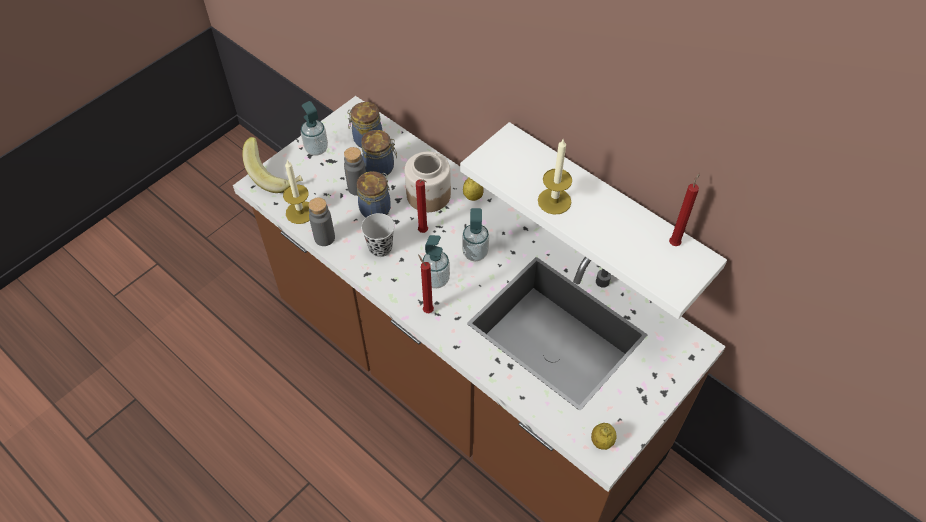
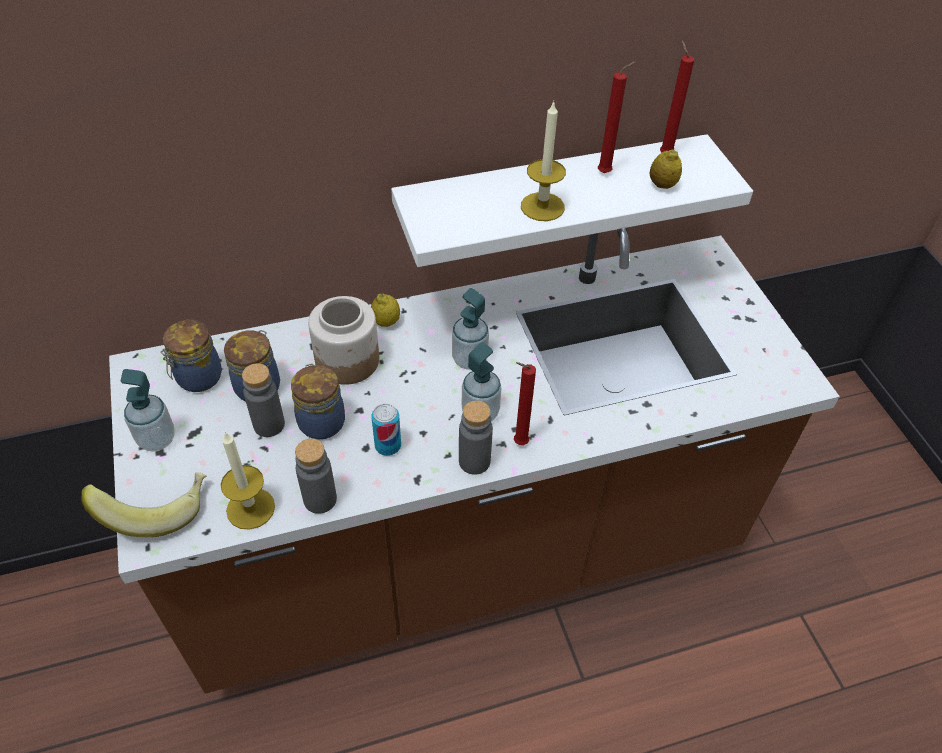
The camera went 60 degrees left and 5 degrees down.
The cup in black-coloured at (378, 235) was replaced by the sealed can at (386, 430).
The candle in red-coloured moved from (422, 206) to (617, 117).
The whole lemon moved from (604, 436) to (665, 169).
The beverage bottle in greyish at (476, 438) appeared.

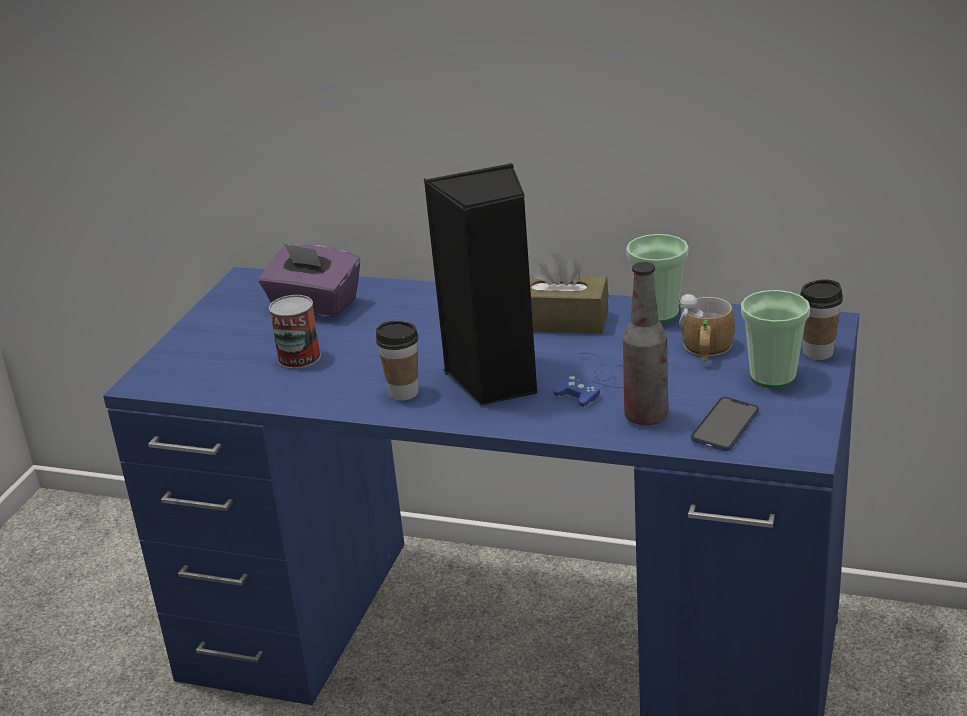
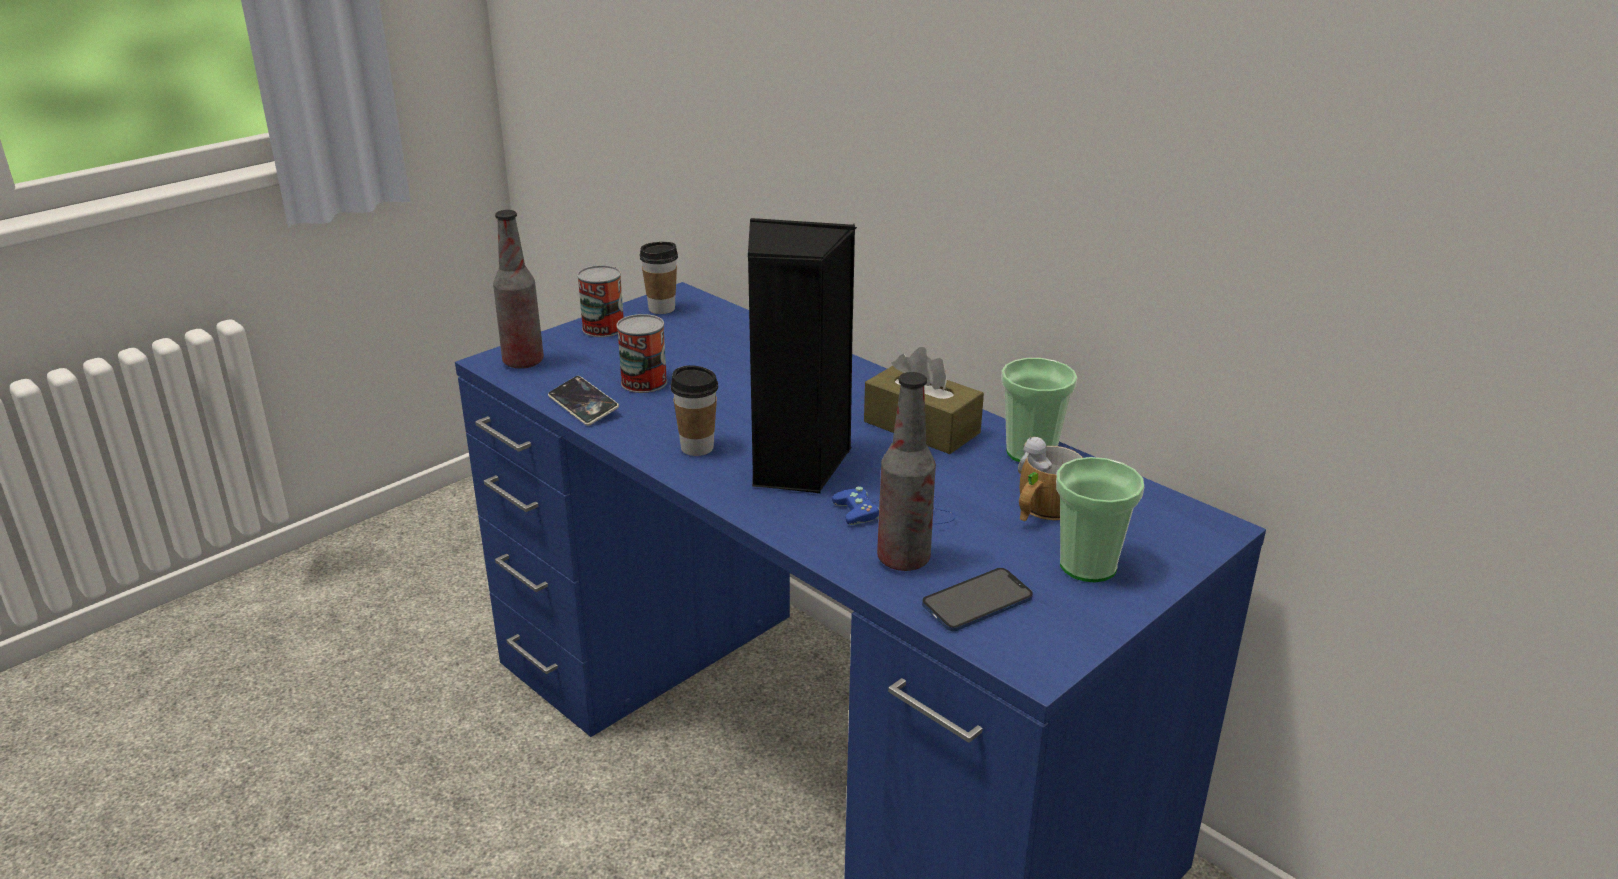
The camera went 25 degrees right and 0 degrees up.
The box of tissues in purple at (309, 280) disappeared.
The cup moved from (821, 319) to (659, 278).
The beverage bottle at (518, 289) appeared.
The phone at (583, 401) appeared.
The sealed can at (600, 301) appeared.

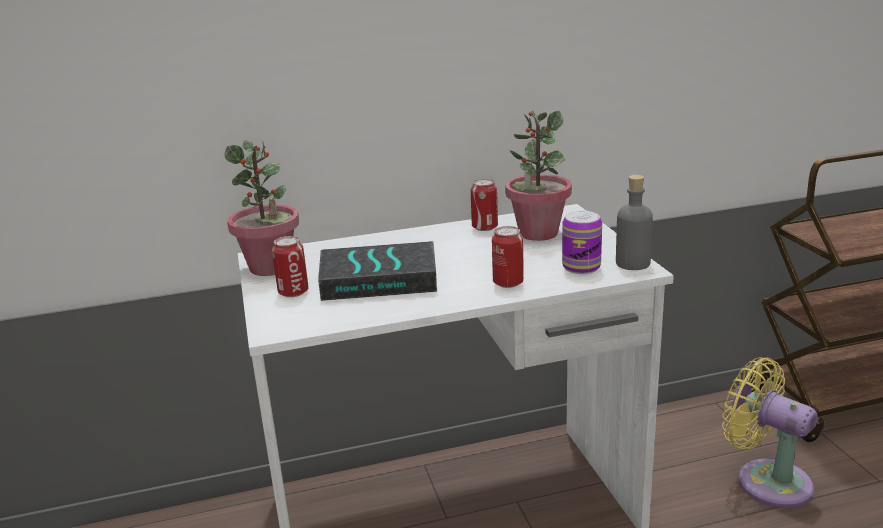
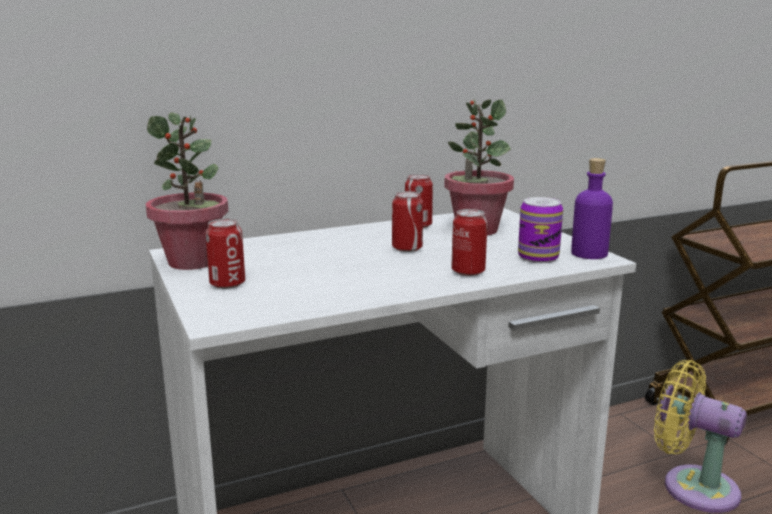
The camera went 10 degrees left and 5 degrees down.
The bound book at (377, 271) disappeared.
The beverage bottle in greyish at (634, 222) became the beverage bottle in purple at (592, 208).
The sealed can at (407, 221) appeared.

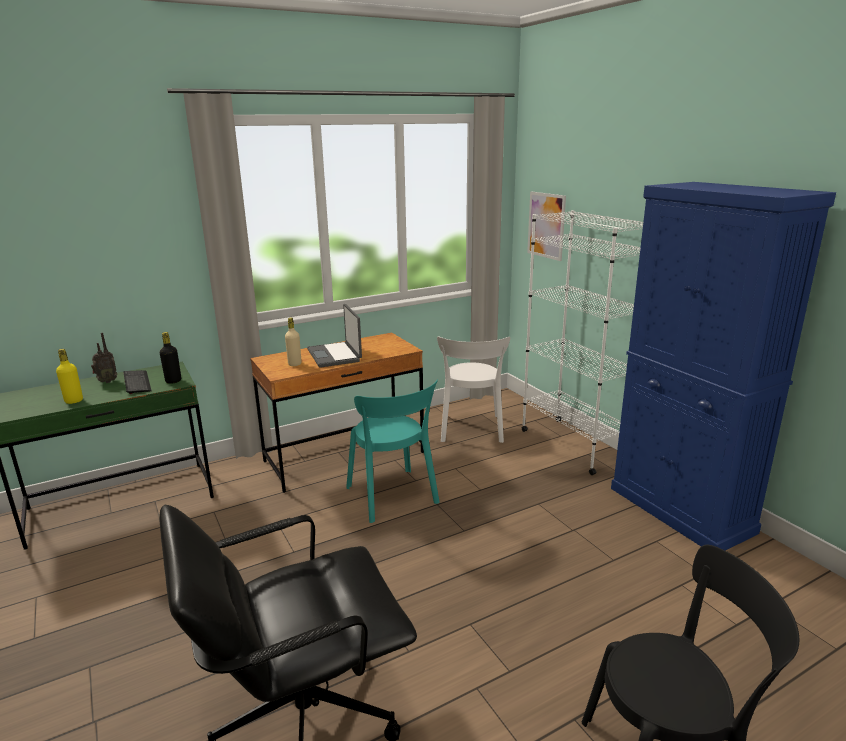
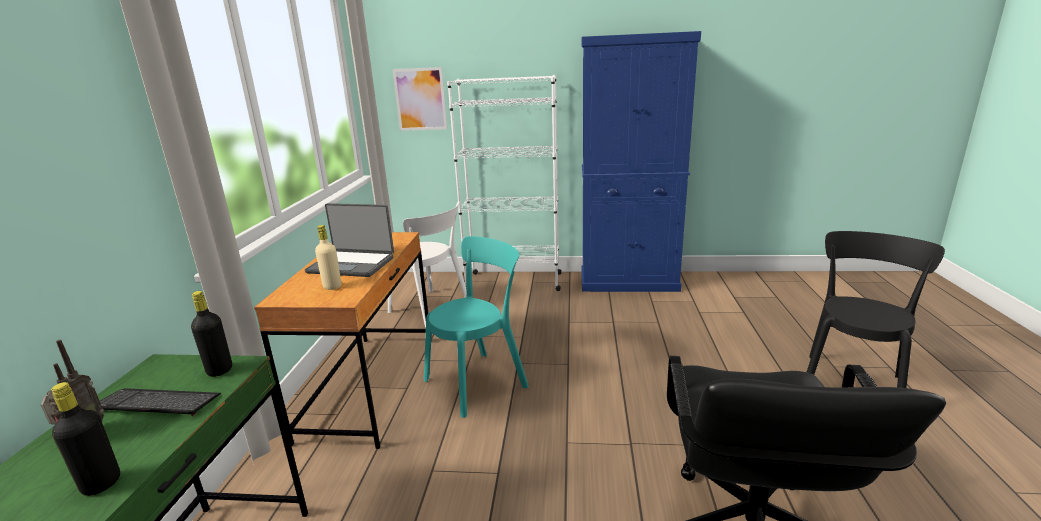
The camera went 55 degrees left and 0 degrees up.
The beverage bottle in yellow-coloured at (69, 376) became the beverage bottle in black-coloured at (85, 439).
The upright chair in turquoise at (393, 451) turned 45 degrees counterclockwise.

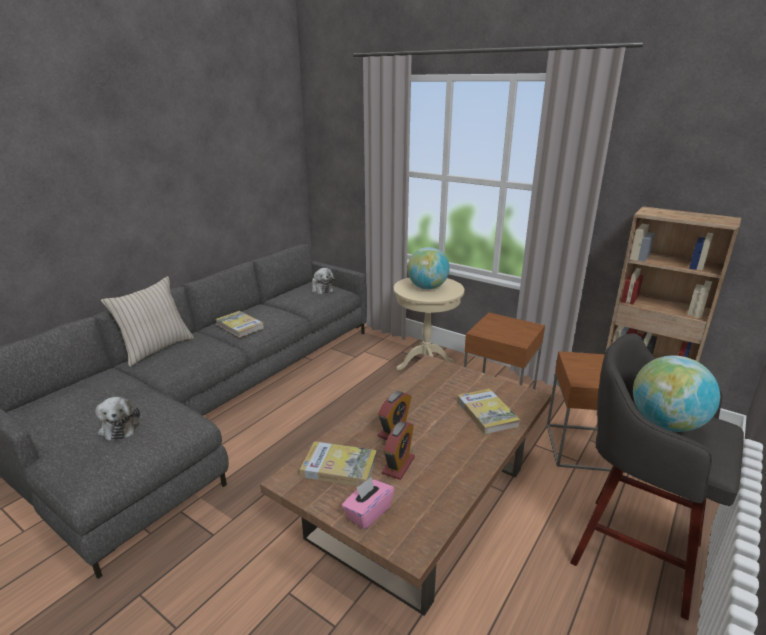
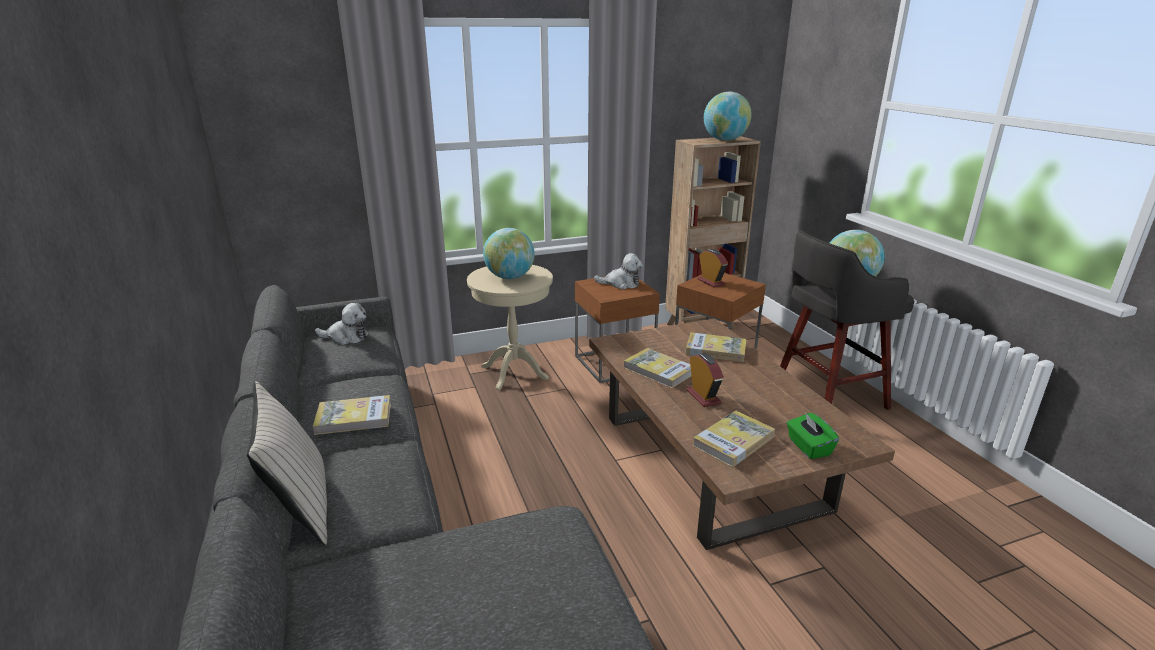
The camera went 55 degrees left and 0 degrees up.
The soft toy moved from (117, 419) to (618, 271).
The box of tissues in pink-coloured at (368, 503) became the box of tissues in green at (813, 436).
The bedside clock moved from (398, 450) to (712, 268).
The bound book at (657, 368) appeared.
The desk globe at (728, 116) appeared.

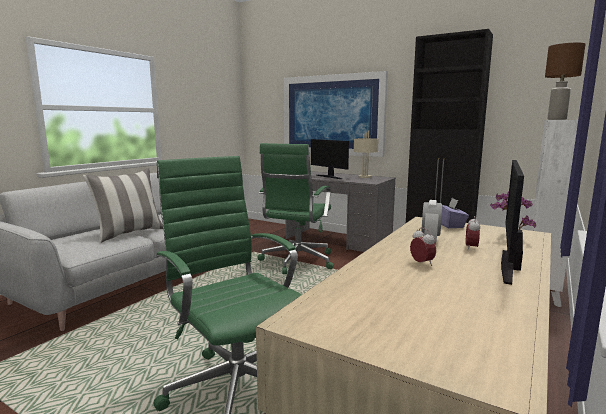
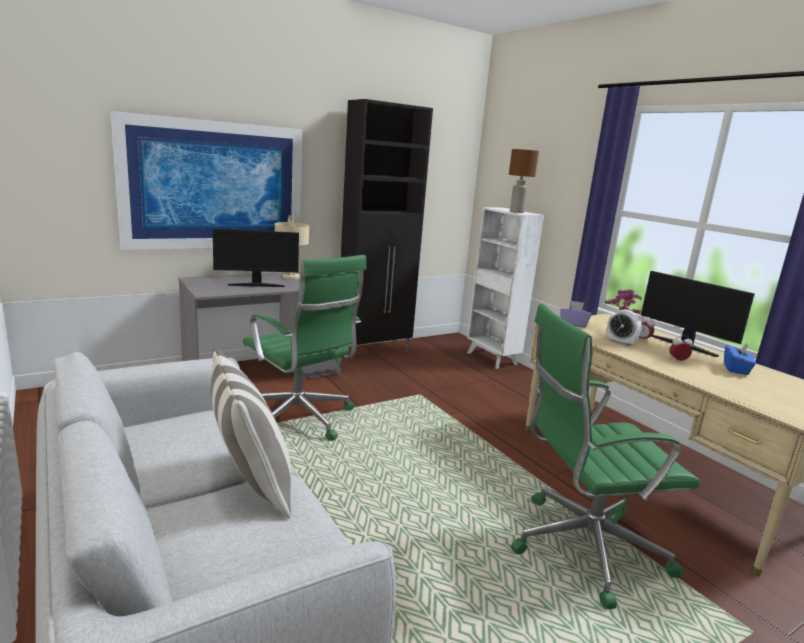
The camera went 65 degrees left and 5 degrees up.
The box of tissues in blue at (740, 359) appeared.

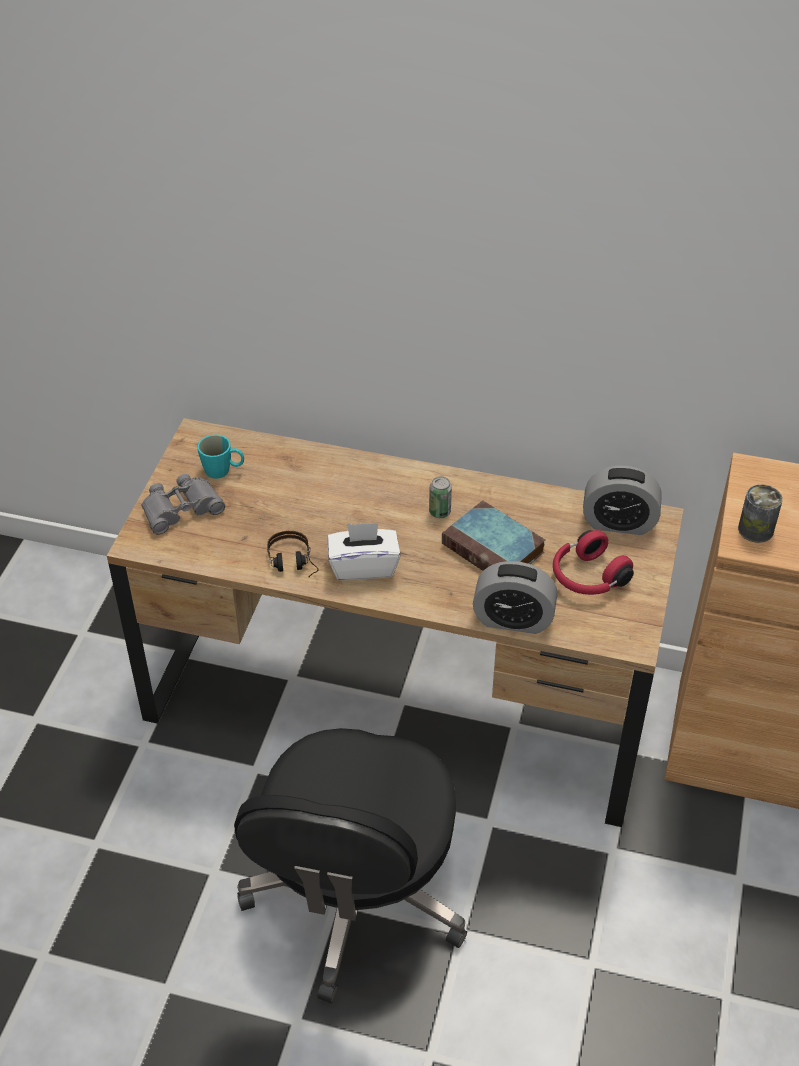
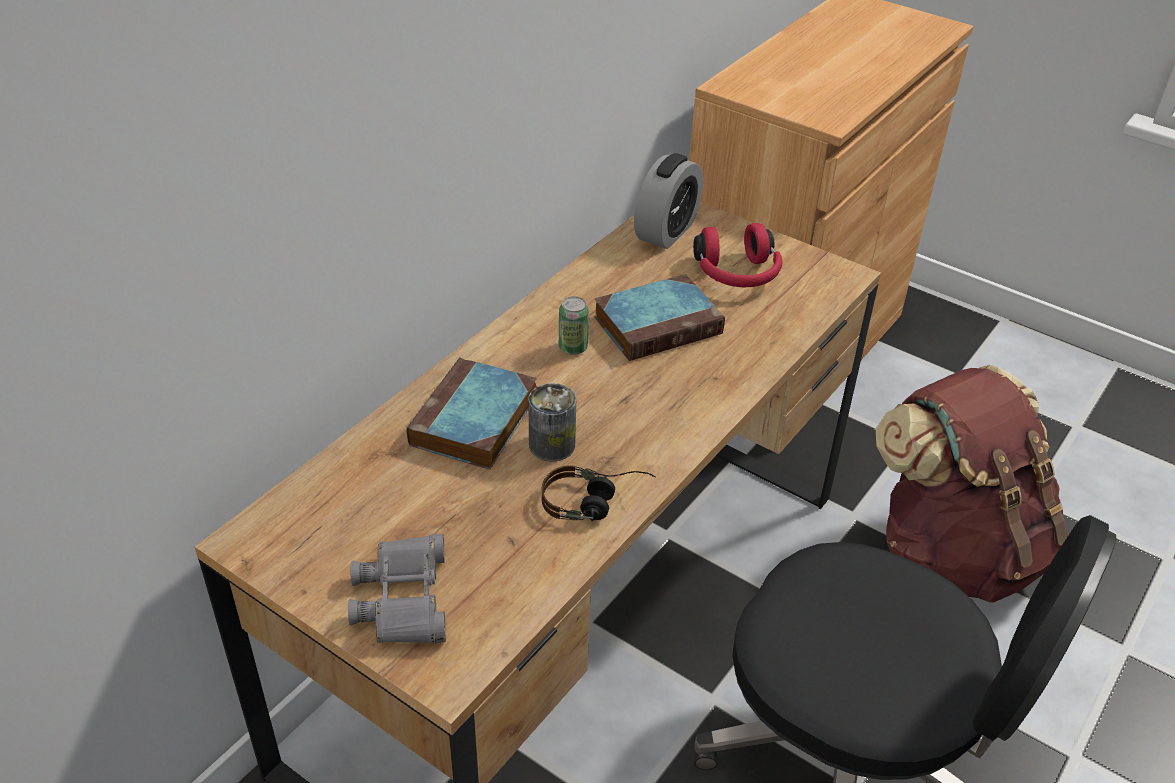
The camera went 70 degrees left and 5 degrees down.
The coffee mug in turquoise at (220, 457) disappeared.
The box of tissues in whitish at (364, 551) disappeared.
The bedside clock at (515, 597) disappeared.
The sealed can moved from (760, 513) to (552, 422).
The bound book at (472, 413) appeared.
The backpack in brown-coloured at (972, 483) appeared.

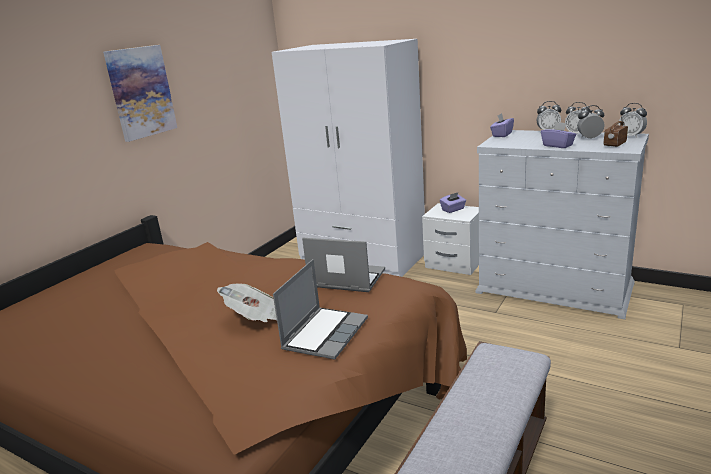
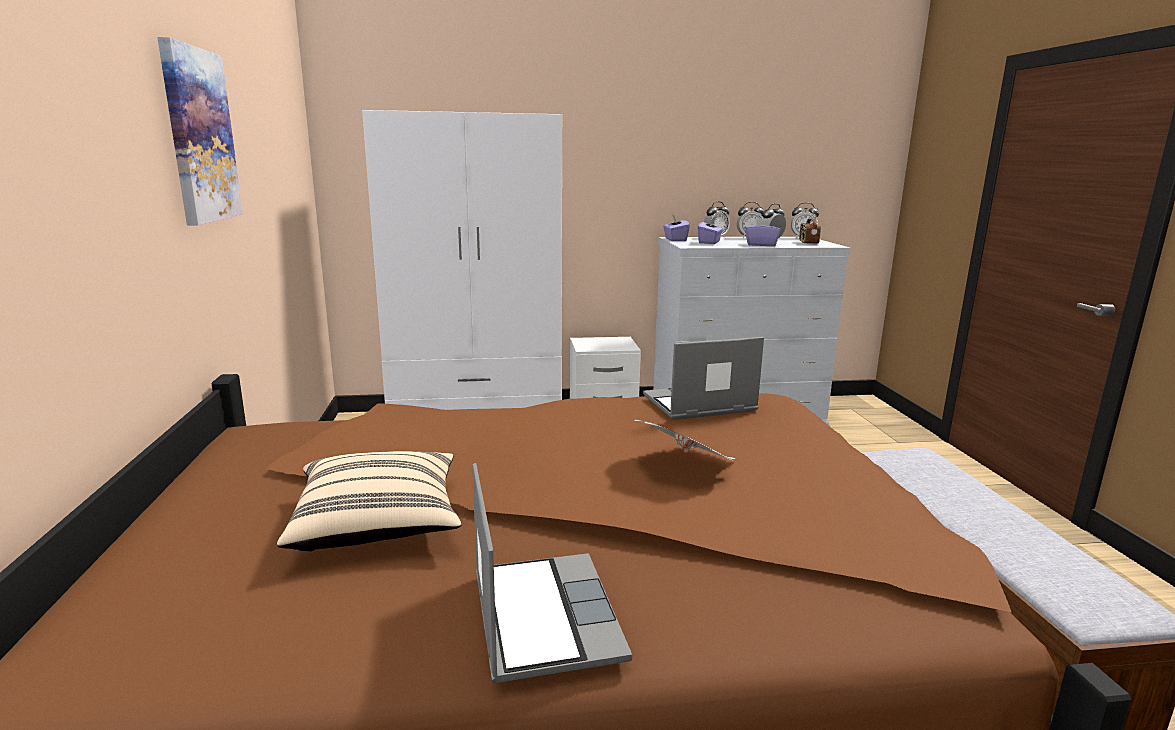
The camera went 40 degrees left and 5 degrees down.
The notebook computer moved from (320, 309) to (552, 573).
The box of tissues in purple moved from (453, 202) to (710, 230).
The pillow in beige-coloured at (369, 501) appeared.

